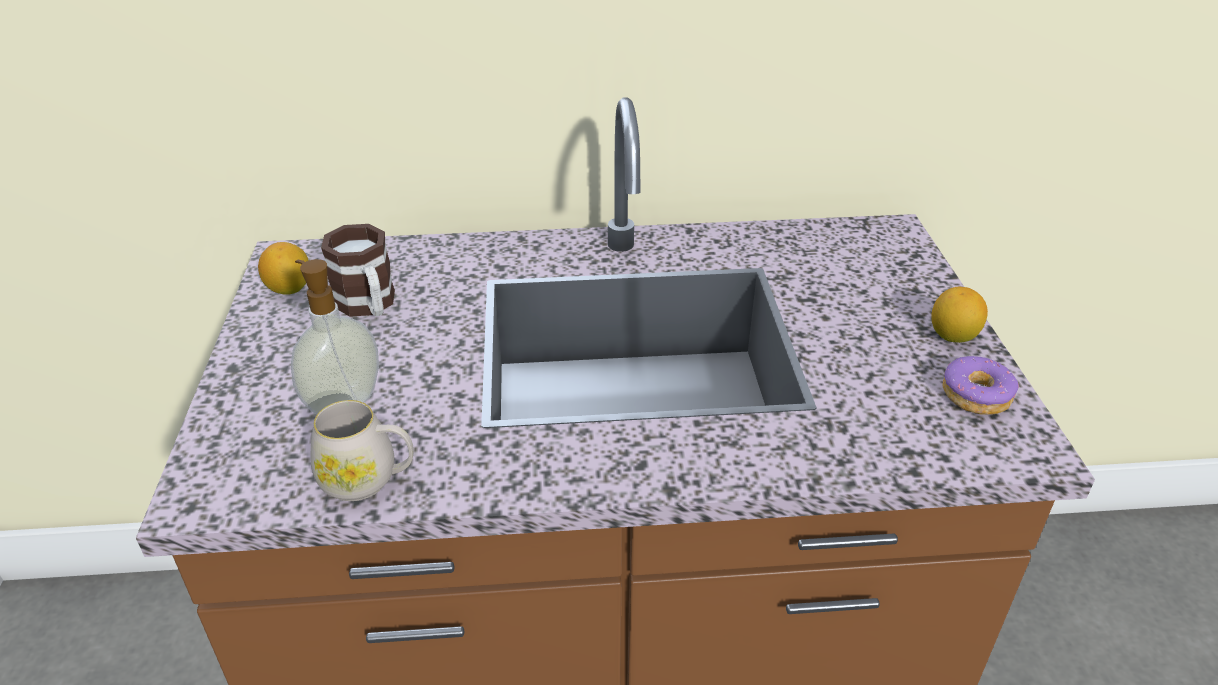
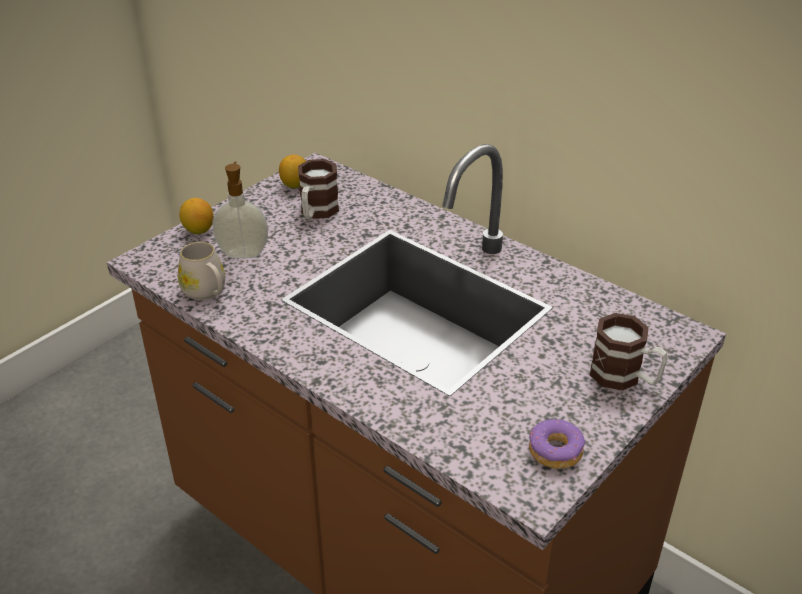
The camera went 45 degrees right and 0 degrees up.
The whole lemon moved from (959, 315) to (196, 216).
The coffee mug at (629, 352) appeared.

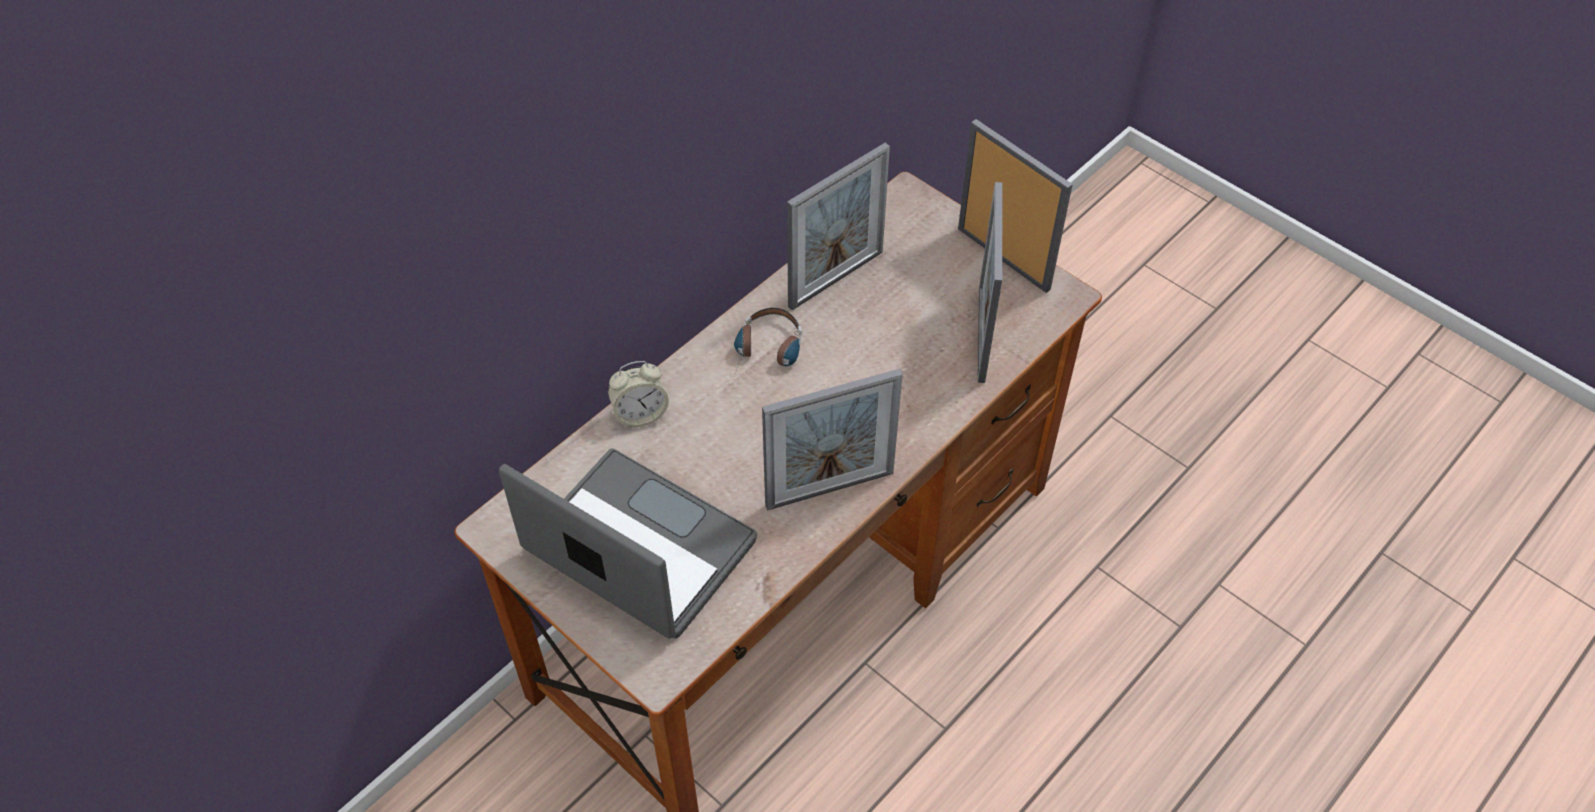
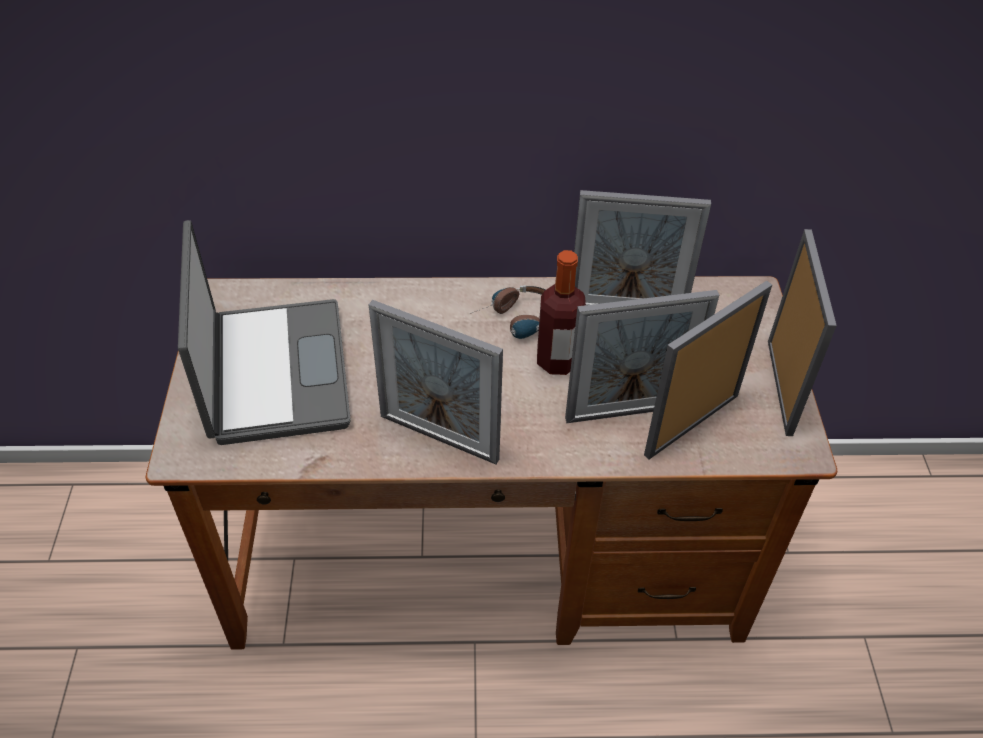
The camera went 45 degrees right and 5 degrees down.
The bedside clock at (638, 394) disappeared.
The beverage bottle at (561, 312) appeared.
The picture frame at (642, 356) appeared.

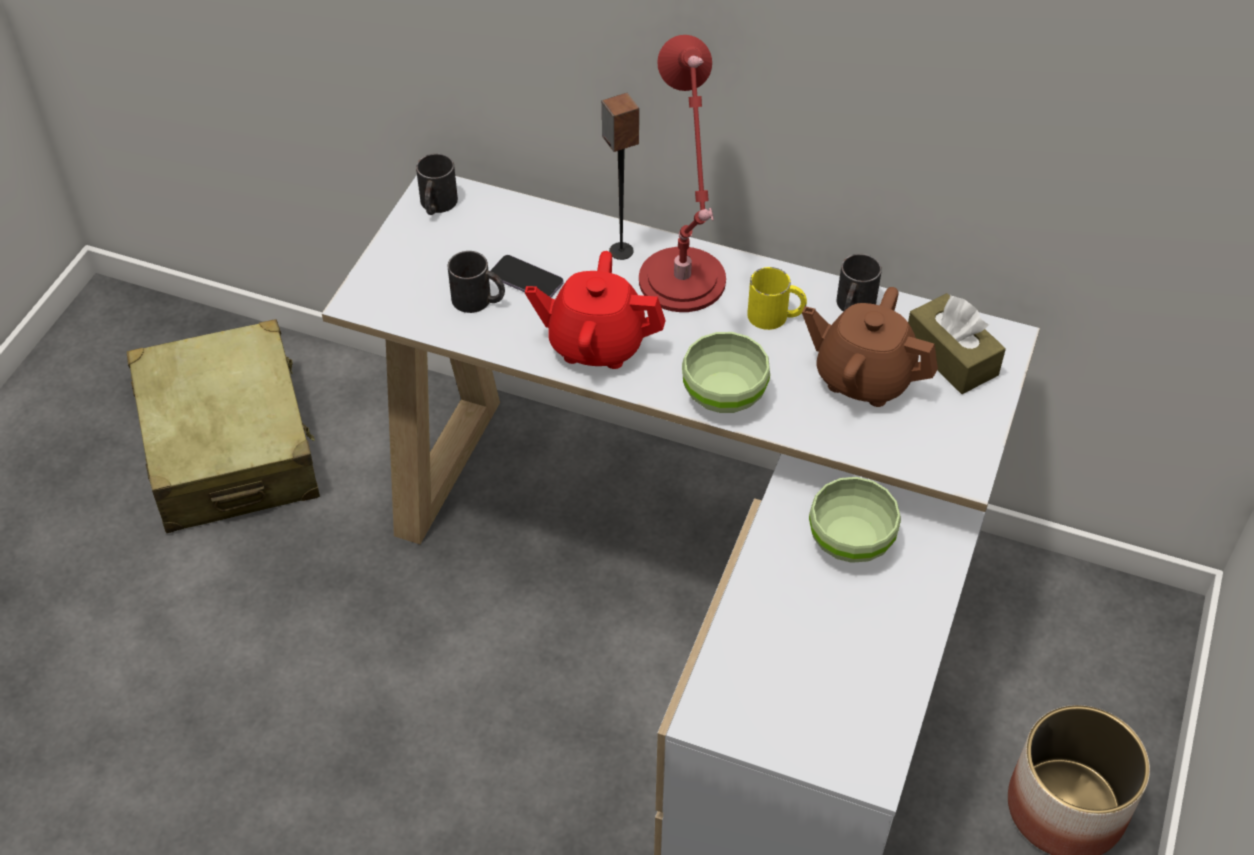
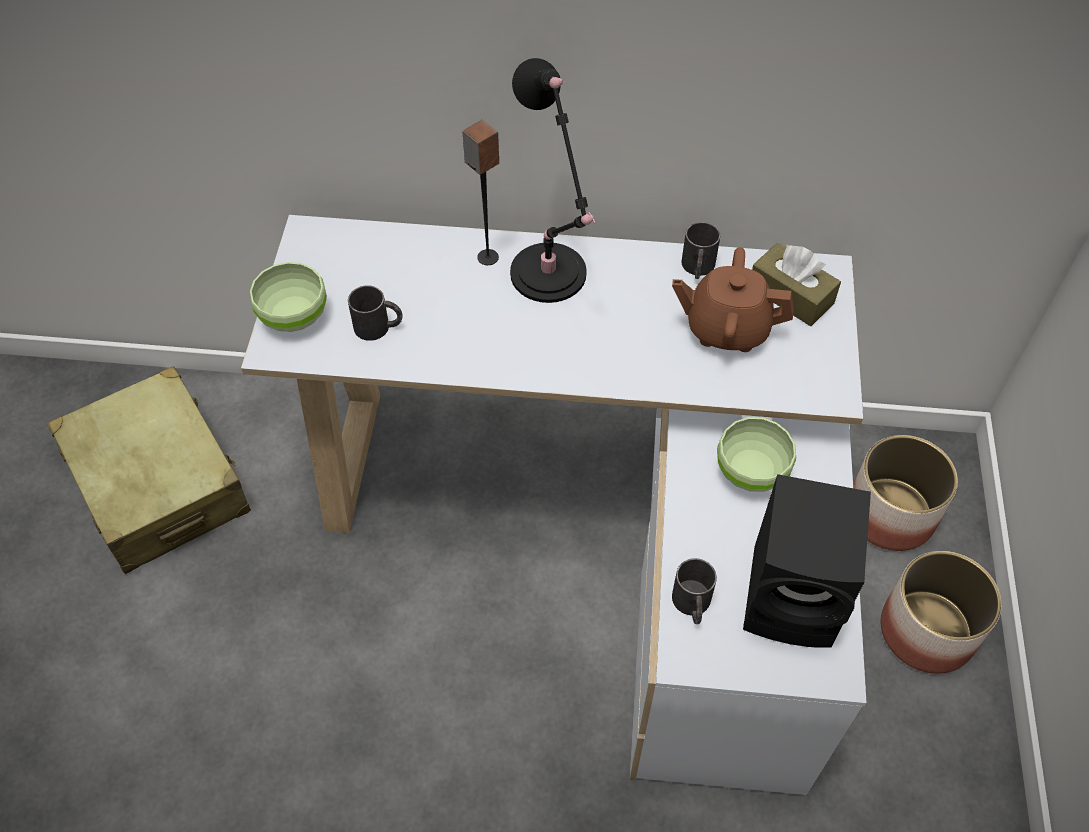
The camera went 15 degrees left and 5 degrees up.
The coffee mug in black-coloured moved from (437, 184) to (694, 591).
The phone at (527, 276) disappeared.
The tea pot in red-coloured at (595, 310) disappeared.
The lamp for a table in red-coloured at (682, 173) became the lamp for a table in black-coloured at (553, 180).
The serving bowl in green moved from (726, 372) to (288, 297).
The coffee mug in yellow-coloured at (777, 298) disappeared.
The audio speaker in black-coloured at (807, 561) appeared.
The flower pot at (905, 493) appeared.

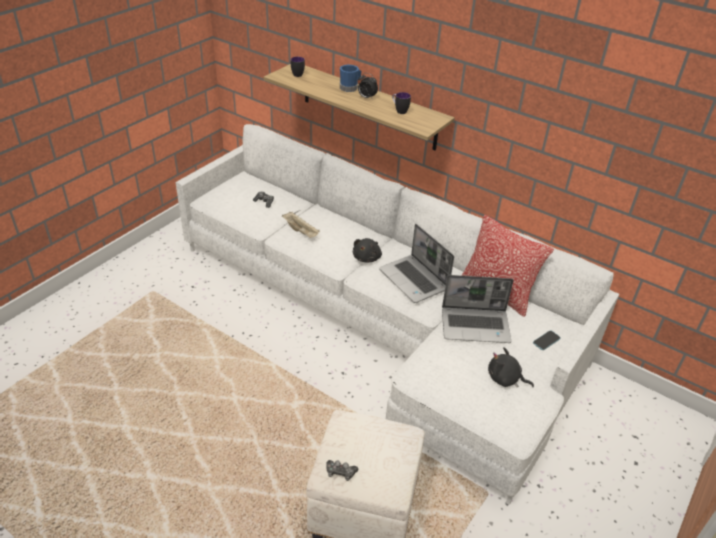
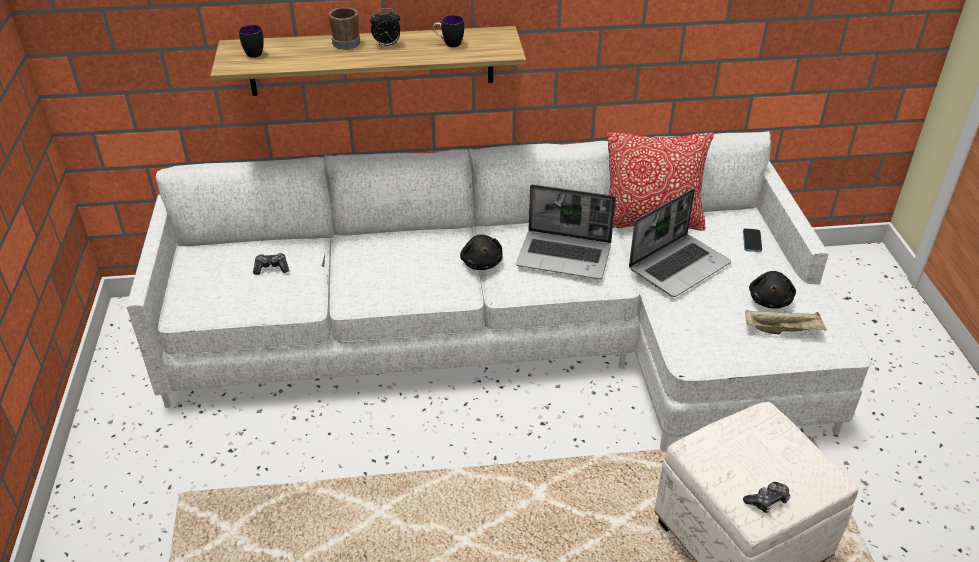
The camera went 40 degrees left and 0 degrees up.
The carrying tray in beige-coloured moved from (301, 225) to (786, 322).
The coffee mug in blue at (350, 78) became the coffee mug in brown-coloured at (344, 28).
The soft toy in black-coloured at (511, 367) turned 60 degrees counterclockwise.

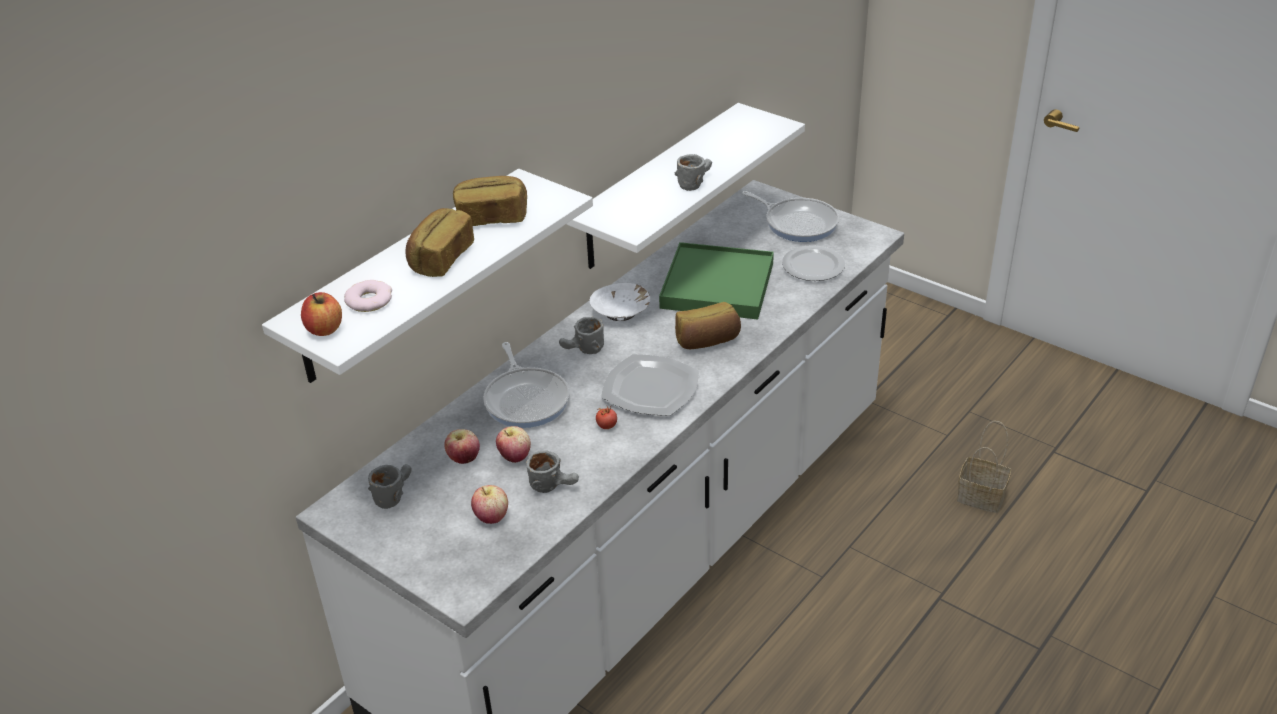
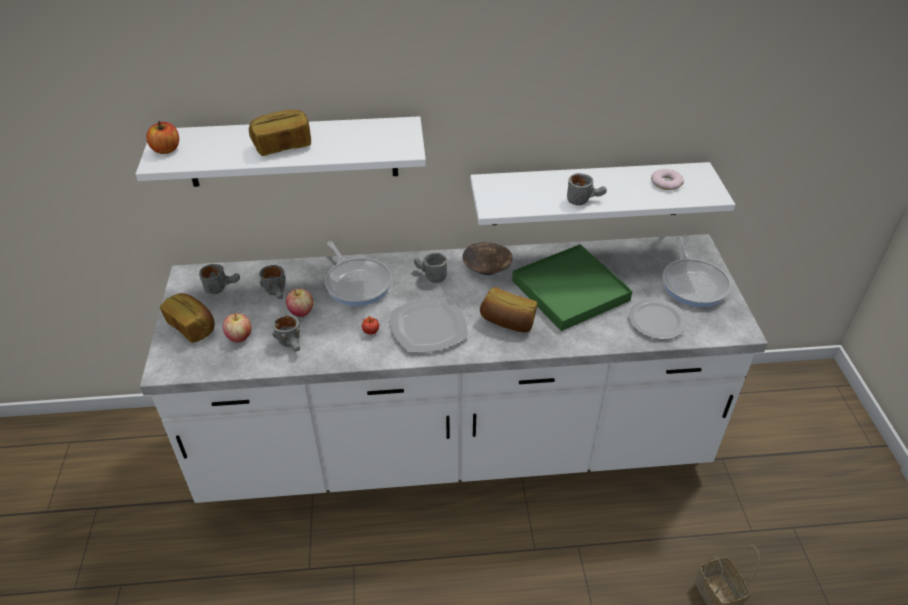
The camera went 45 degrees right and 5 degrees up.
The doughnut moved from (368, 296) to (667, 179).
The apple at (462, 446) was replaced by the coffee mug in greyish at (272, 282).
The baked bread moved from (490, 201) to (187, 318).
The skillet at (526, 385) turned 60 degrees counterclockwise.
The serving bowl in whitish at (620, 302) became the serving bowl in brown-coloured at (487, 258).

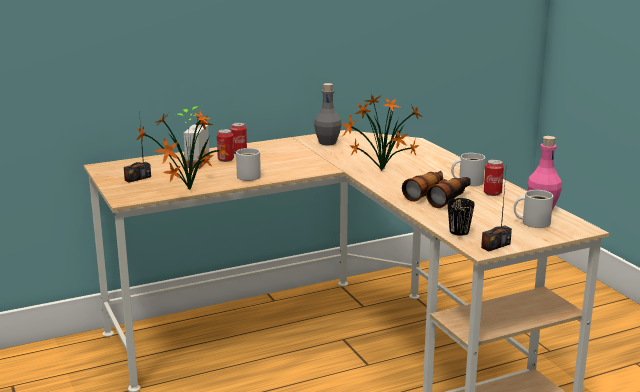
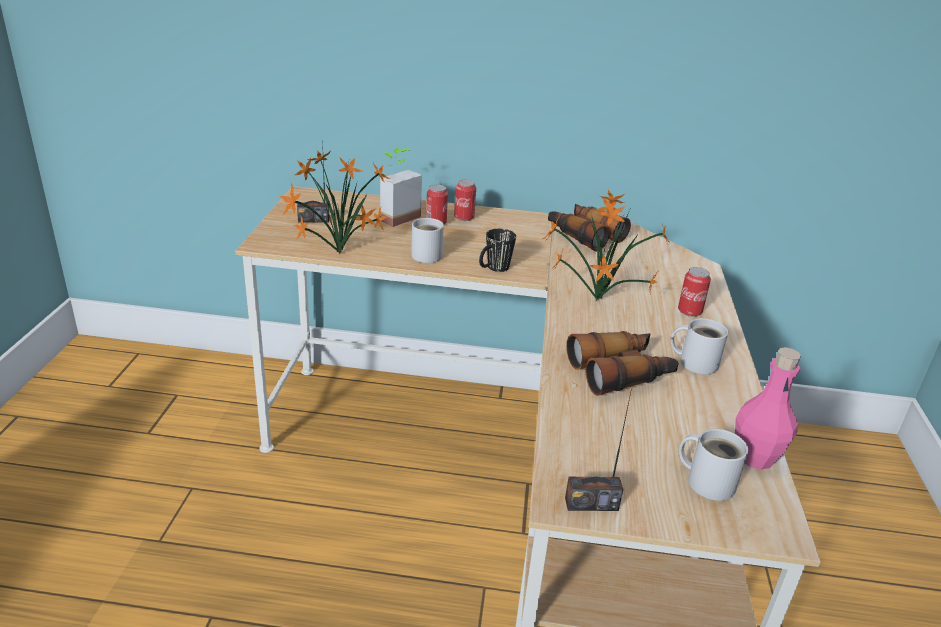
The camera went 30 degrees right and 10 degrees up.
The beverage bottle in greyish at (328, 114) was replaced by the pair of binoculars at (589, 228).
The coffee mug in black-coloured moved from (461, 217) to (497, 250).
The sealed can moved from (494, 177) to (694, 292).

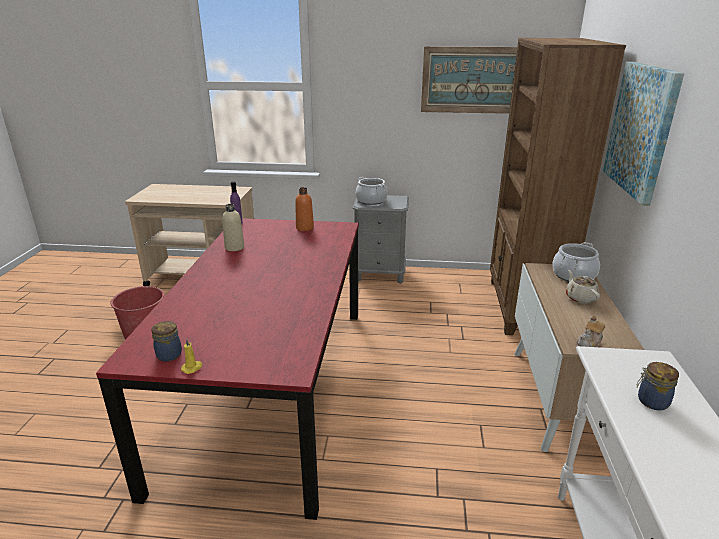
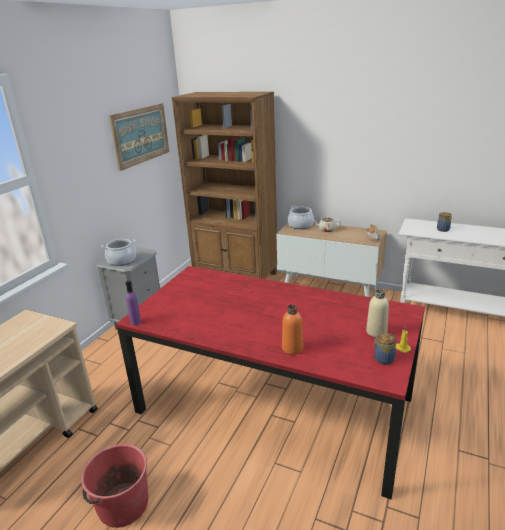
The camera went 70 degrees left and 0 degrees up.
The beverage bottle in beige-coloured moved from (233, 227) to (377, 313).
The beverage bottle in orangey moved from (304, 209) to (292, 330).
The wall picture at (643, 133) disappeared.

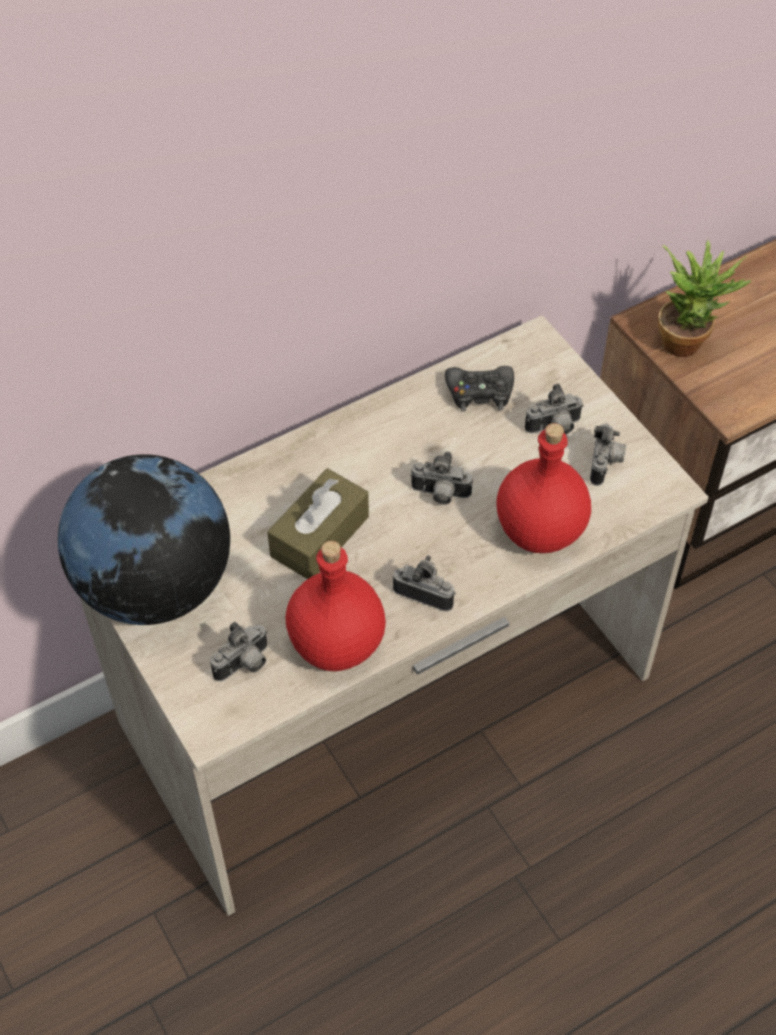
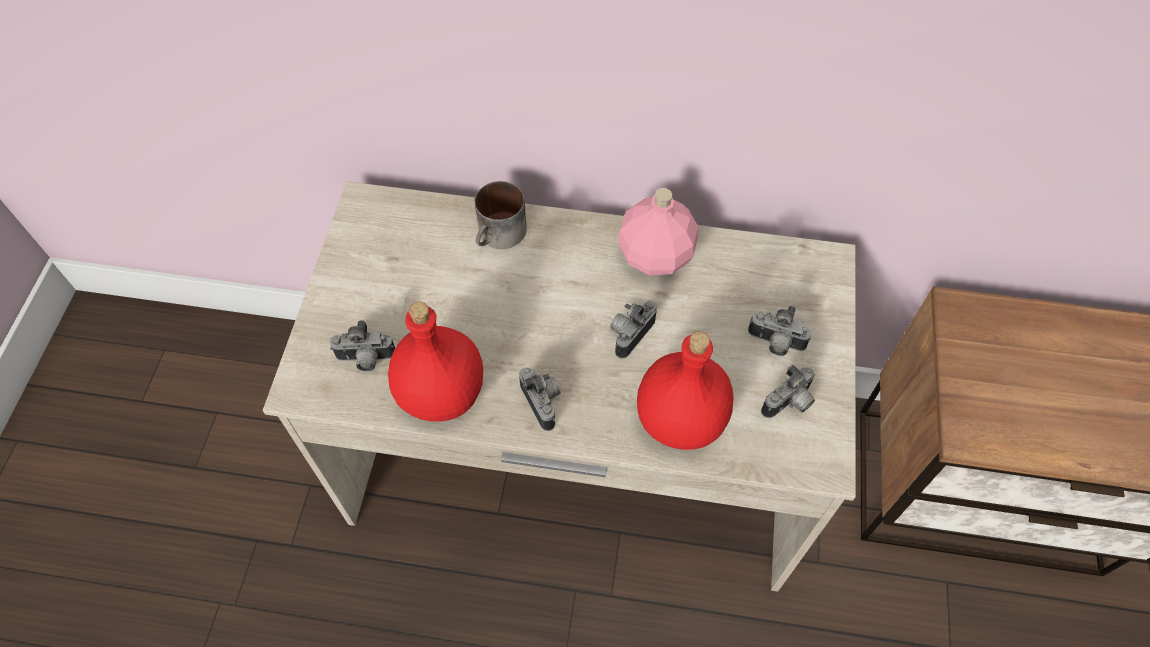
The camera went 40 degrees right and 5 degrees up.
The desk globe at (144, 539) disappeared.
The box of tissues in brown-coloured at (318, 523) disappeared.
The photo camera at (441, 478) turned 75 degrees clockwise.
The game controller in black-coloured at (479, 389) disappeared.
The potted plant at (705, 298) disappeared.
The coffee mug at (501, 215) appeared.
The beverage bottle in pink-coloured at (658, 232) appeared.

